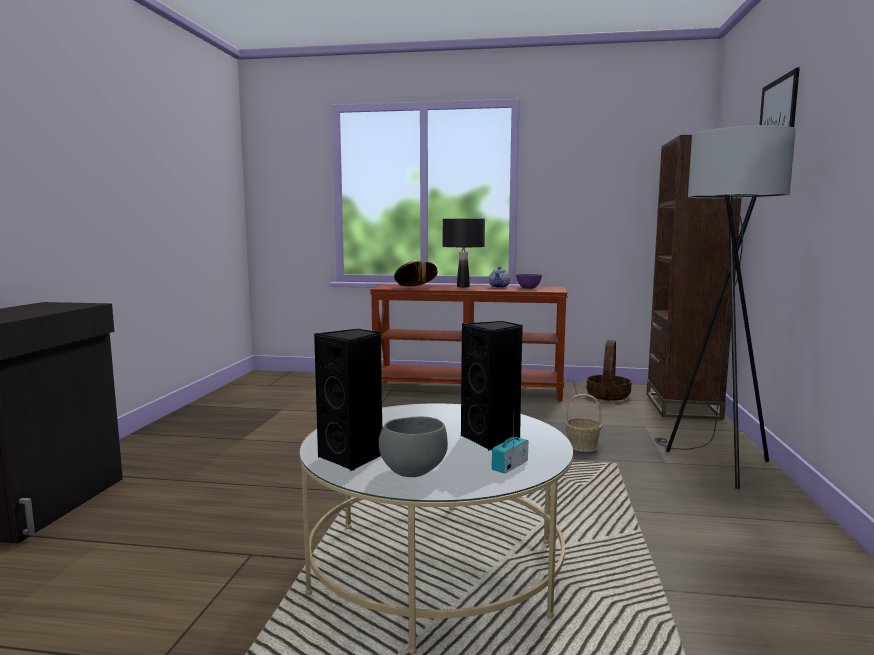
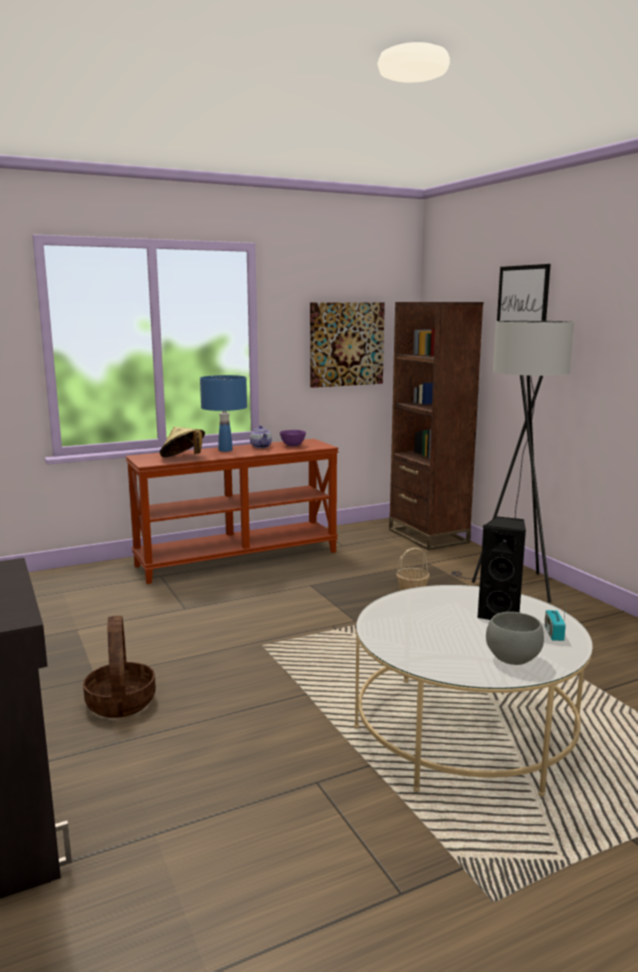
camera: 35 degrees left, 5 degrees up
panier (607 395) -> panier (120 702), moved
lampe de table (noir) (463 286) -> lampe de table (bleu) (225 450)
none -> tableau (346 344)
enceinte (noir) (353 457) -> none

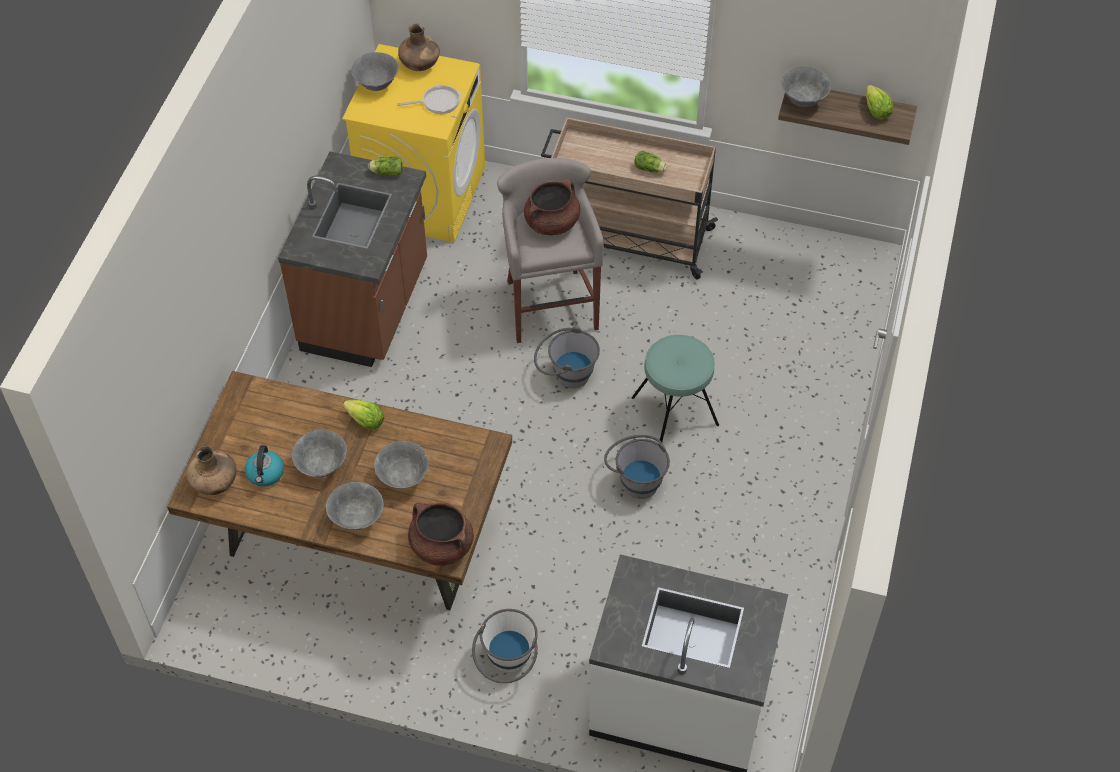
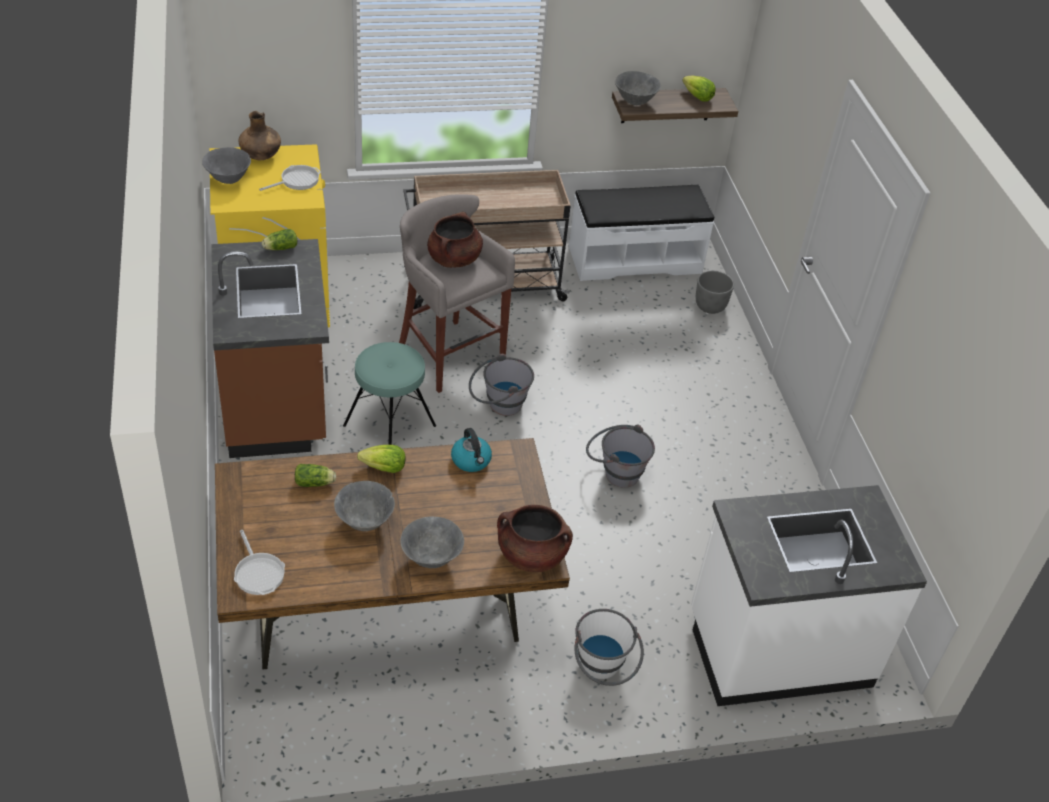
camera: 30 degrees left, 10 degrees down
vase (marron) (215 483) -> poêle (258 573)
laitue (650 169) -> laitue (315 483), moved
tabouret (turquoise) (674 411) -> tabouret (turquoise) (389 426), moved
bouilloire (265 474) -> bouilloire (471 461), moved
none -> banc (blanc) (634 259)
none -> cache-pot (gris) (710 307)
bol (gris) (403 478) -> none

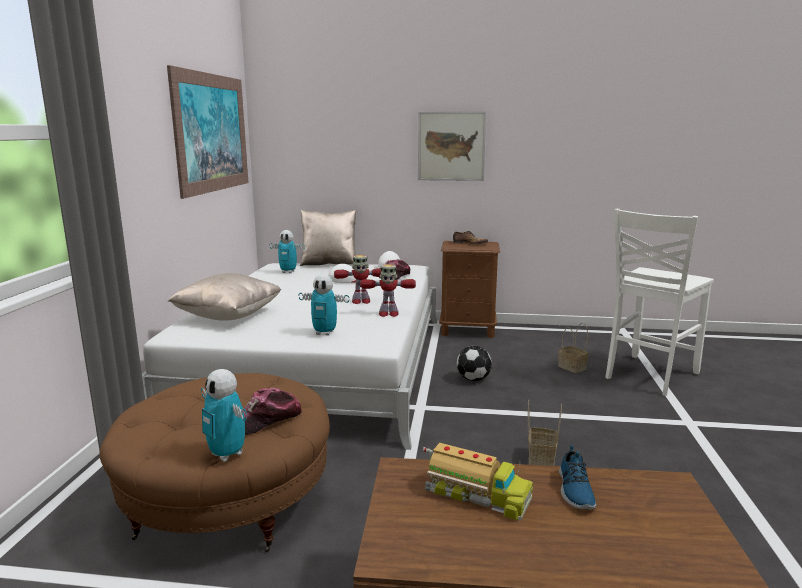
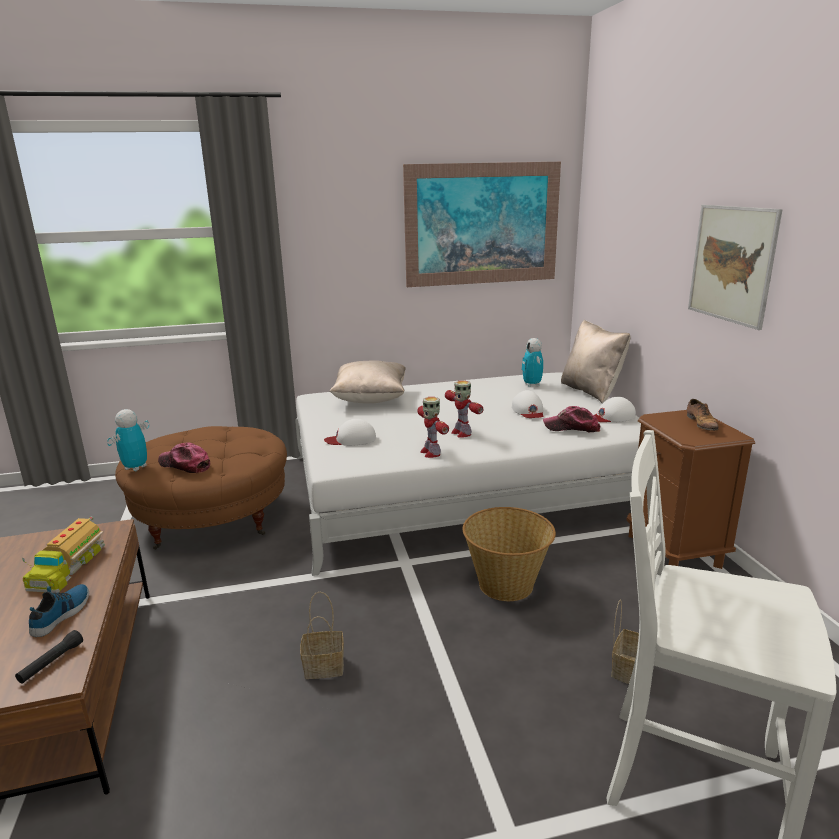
camera: 70 degrees right, 5 degrees up
none -> lampe de poche (noir) (51 662)
chaussure (574 490) -> chaussure (62 614), 120 degrees clockwise
robot jouet (325 333) -> casquette (blanc) (351 439)
ballon de foot (473 379) -> panier (506 584)

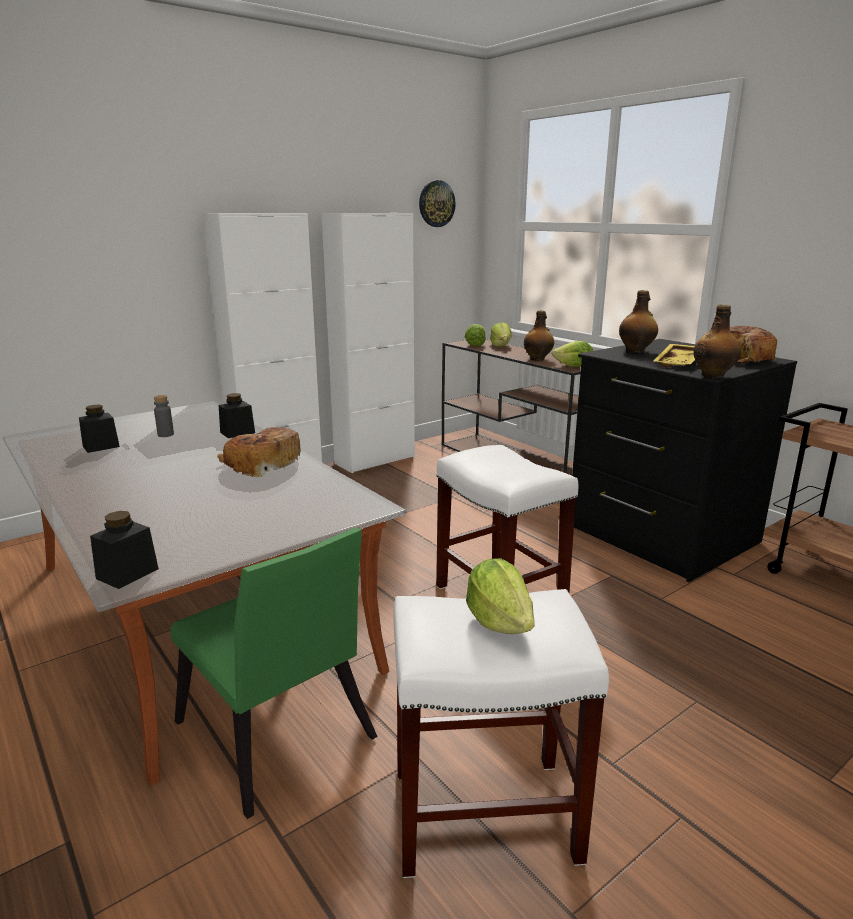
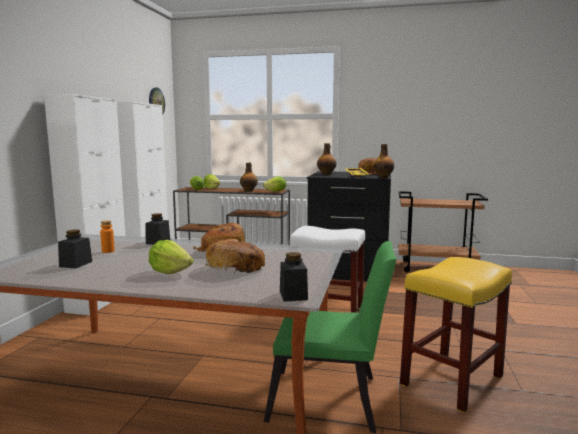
camera: 40 degrees left, 10 degrees down
bouteille (gris) (165 435) -> bouteille (orange) (108 251)
laitue (499 621) -> laitue (170 272), moved
none -> pain (236 267)
tabouret (blanc) (482 815) -> tabouret (jaune) (452 381)

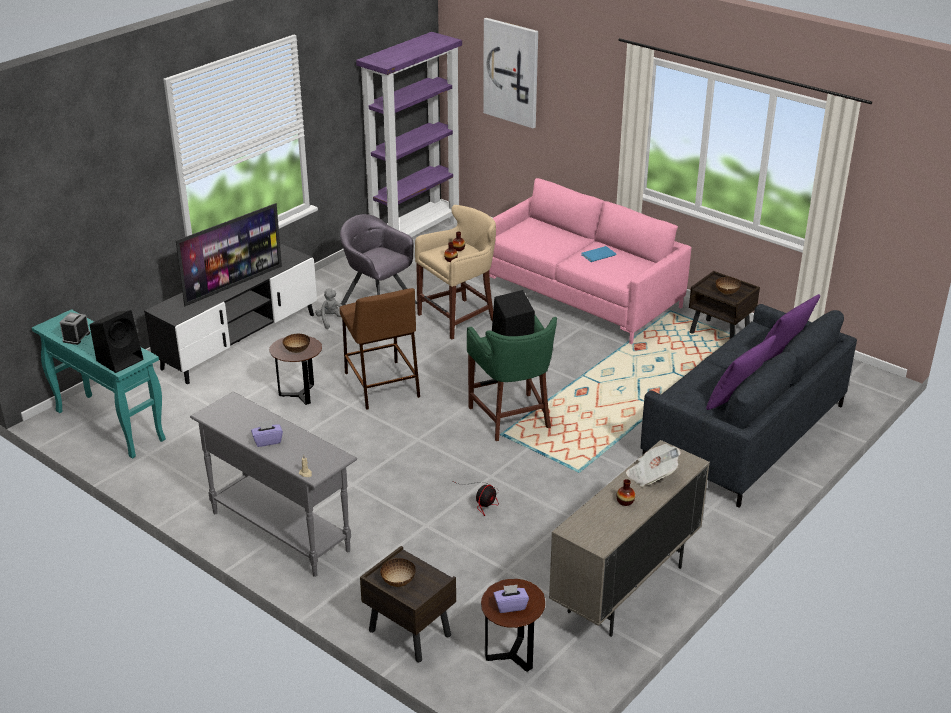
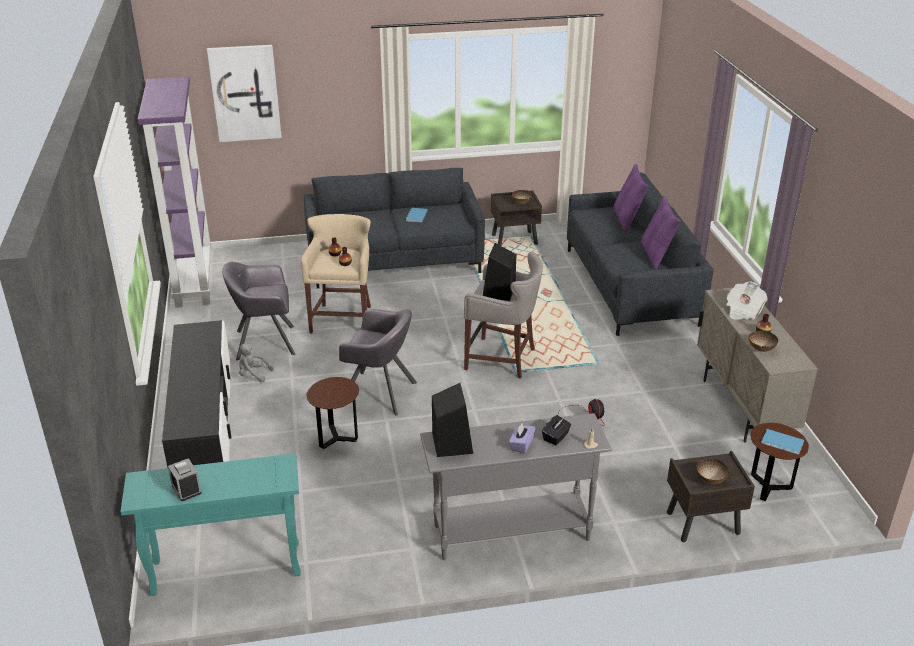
camera: 50 degrees left, 0 degrees up
canapé (rose) (581 296) -> canapé (gris) (394 261)
tabouret (marron) (381 384) -> fauteuil (gris) (378 393)
enceinte (noir) (120 359) -> enceinte (noir) (451 442), moved
tabouret (vert) (512 418) -> tabouret (gris) (502 359)
none -> boîte à mouchoirs (noir) (556 437)
bol (297 350) -> bol (761 349), moved
boîte à mouchoirs (violet) (510 606) -> livre (bleu) (783 443)
téléviseur (233 285) -> none

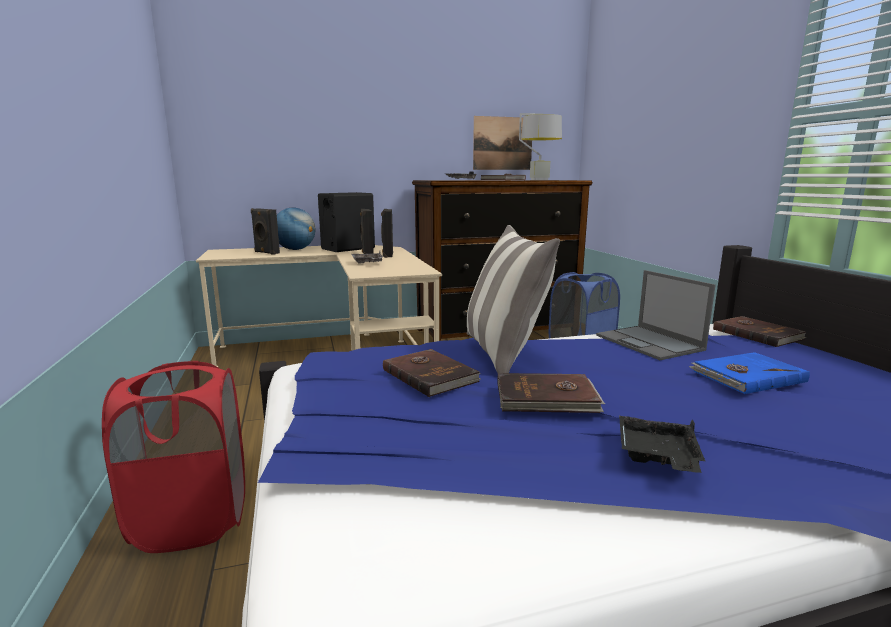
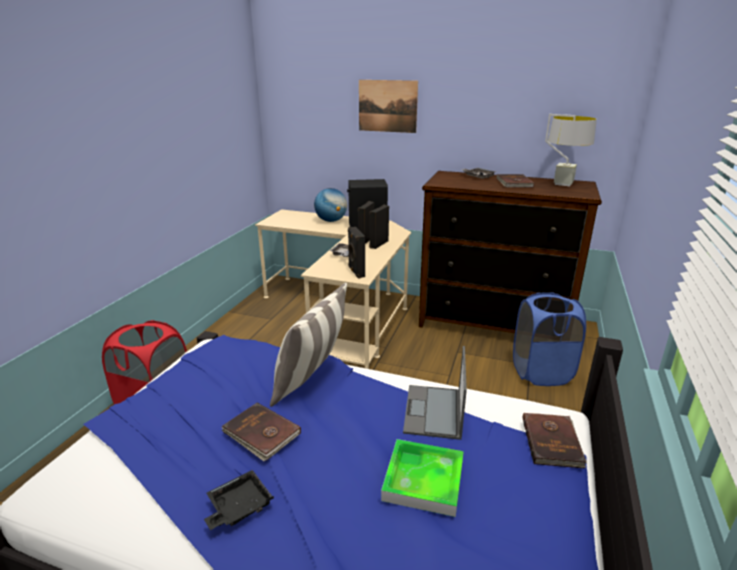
camera: 35 degrees right, 10 degrees up
enceinte (noir) (266 252) -> enceinte (noir) (356 272), moved
tableau (502 143) -> tableau (387 106), moved
livre (bleu) (746 376) -> plateau (423 480)
livre (marron) (430 375) -> none

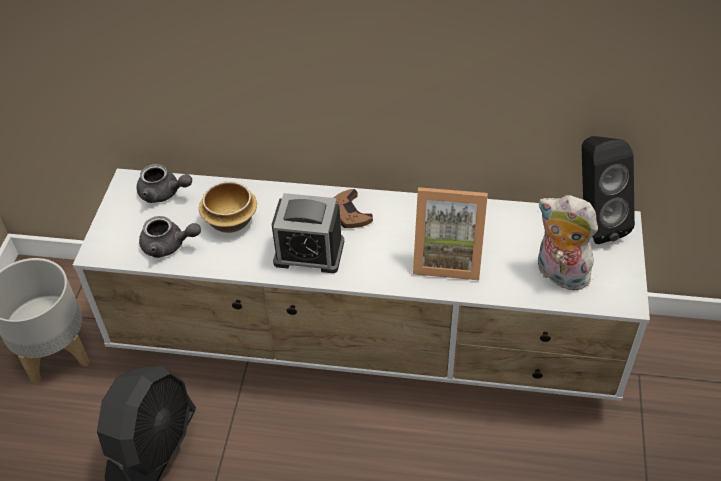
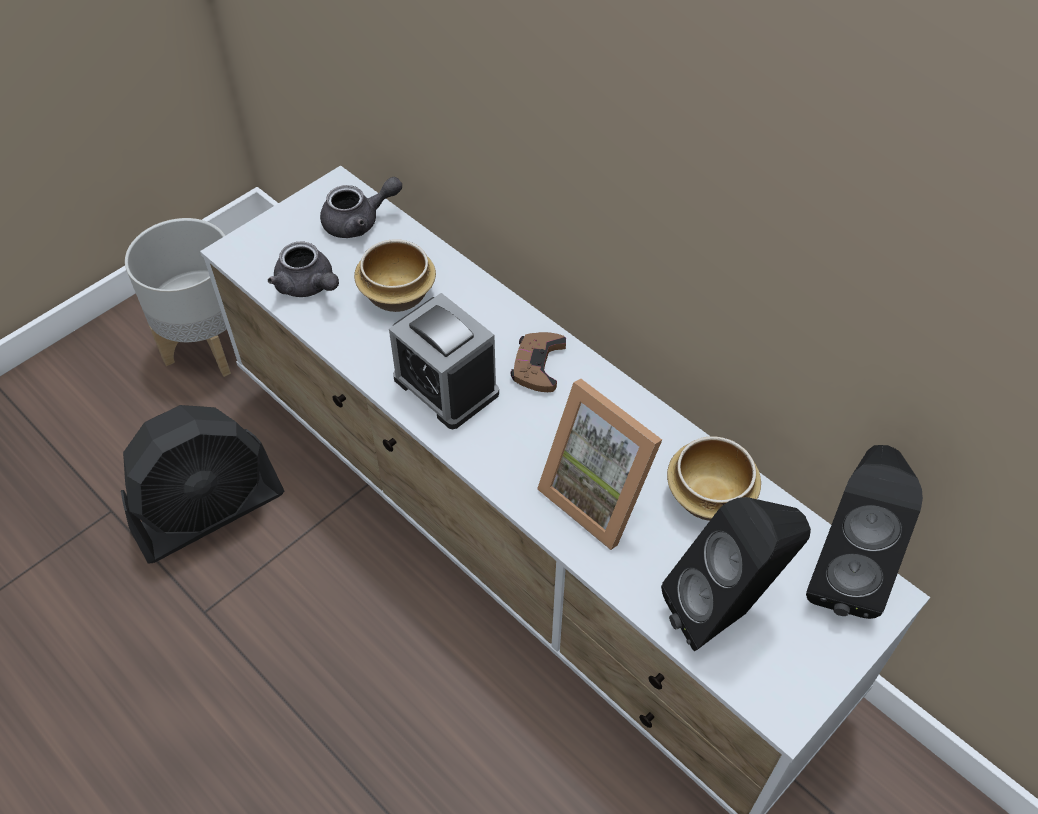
camera: 35 degrees right, 5 degrees up
théière (gris) (164 193) -> théière (gris) (359 222), 75 degrees counterclockwise
peluche (558 275) -> enceinte (noir) (724 611)
none -> bol (710 496)

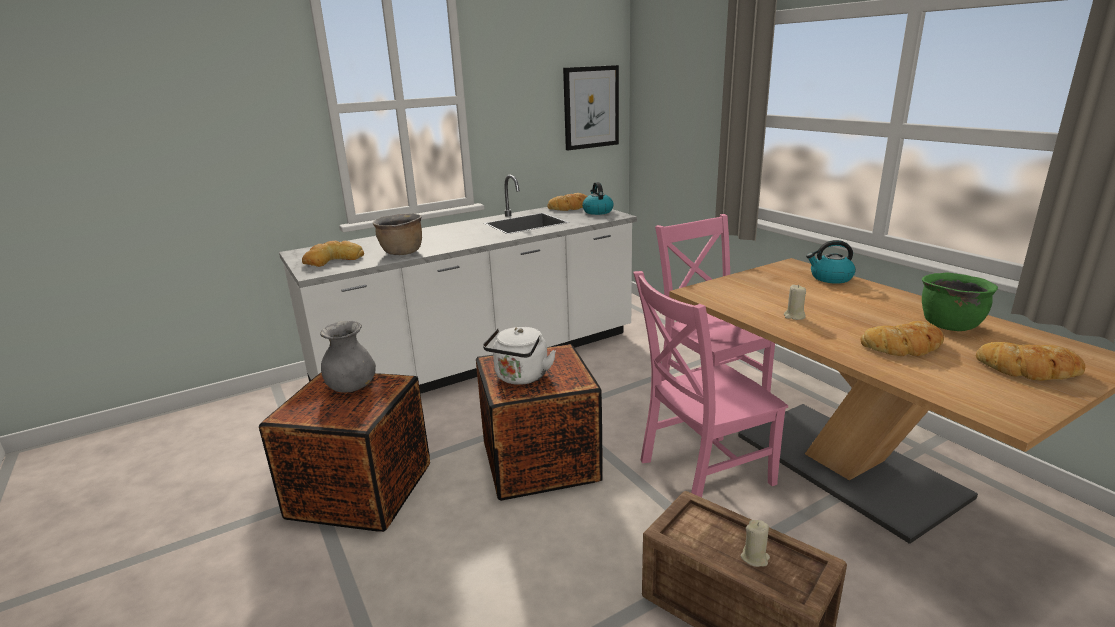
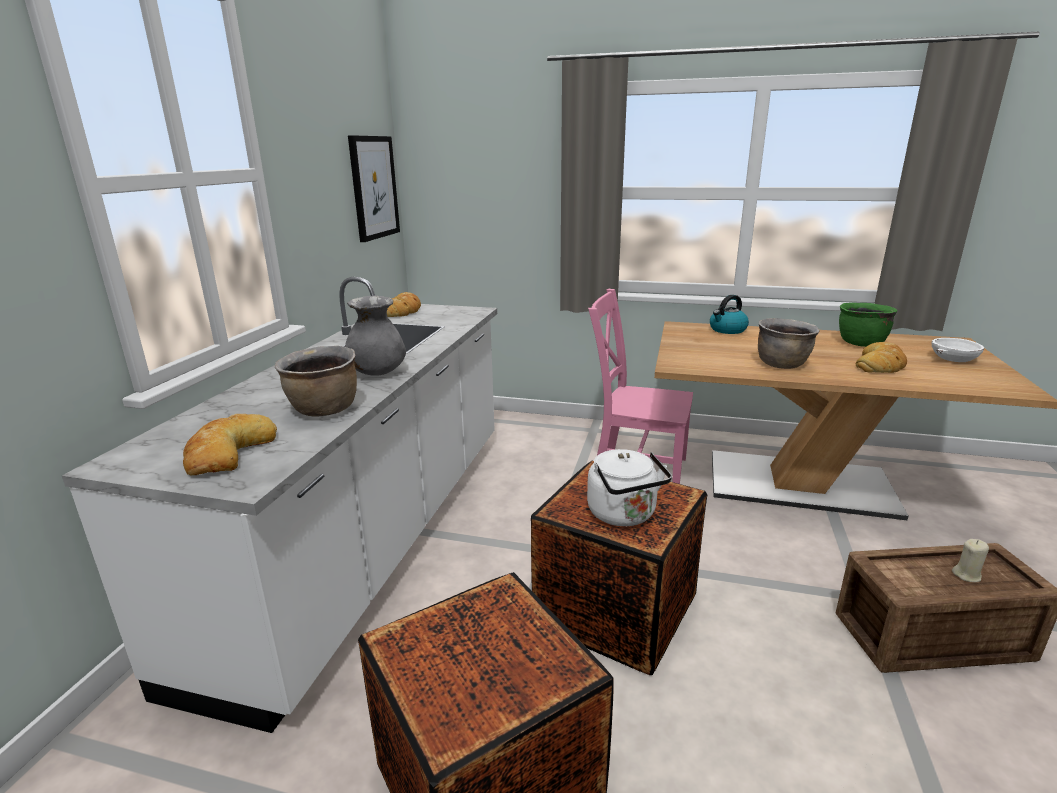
camera: 45 degrees left, 0 degrees up
vase (gris) (352 387) -> vase (gris) (377 373), moved
bougie (beige) (794 316) -> marmite (marron) (782 364)
pain (1029 369) -> bol (blanc) (953 358)
bouilloire (597 211) -> none
chaise (rose) (701 473) -> none

